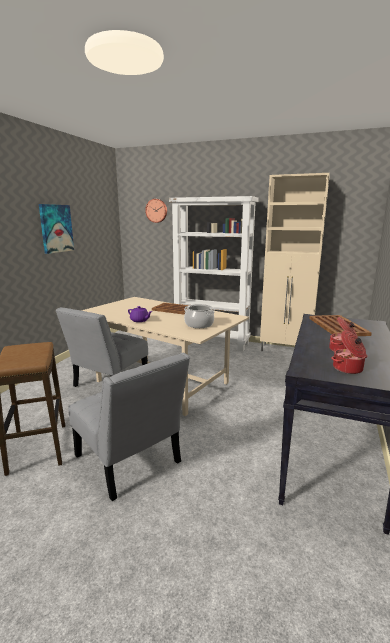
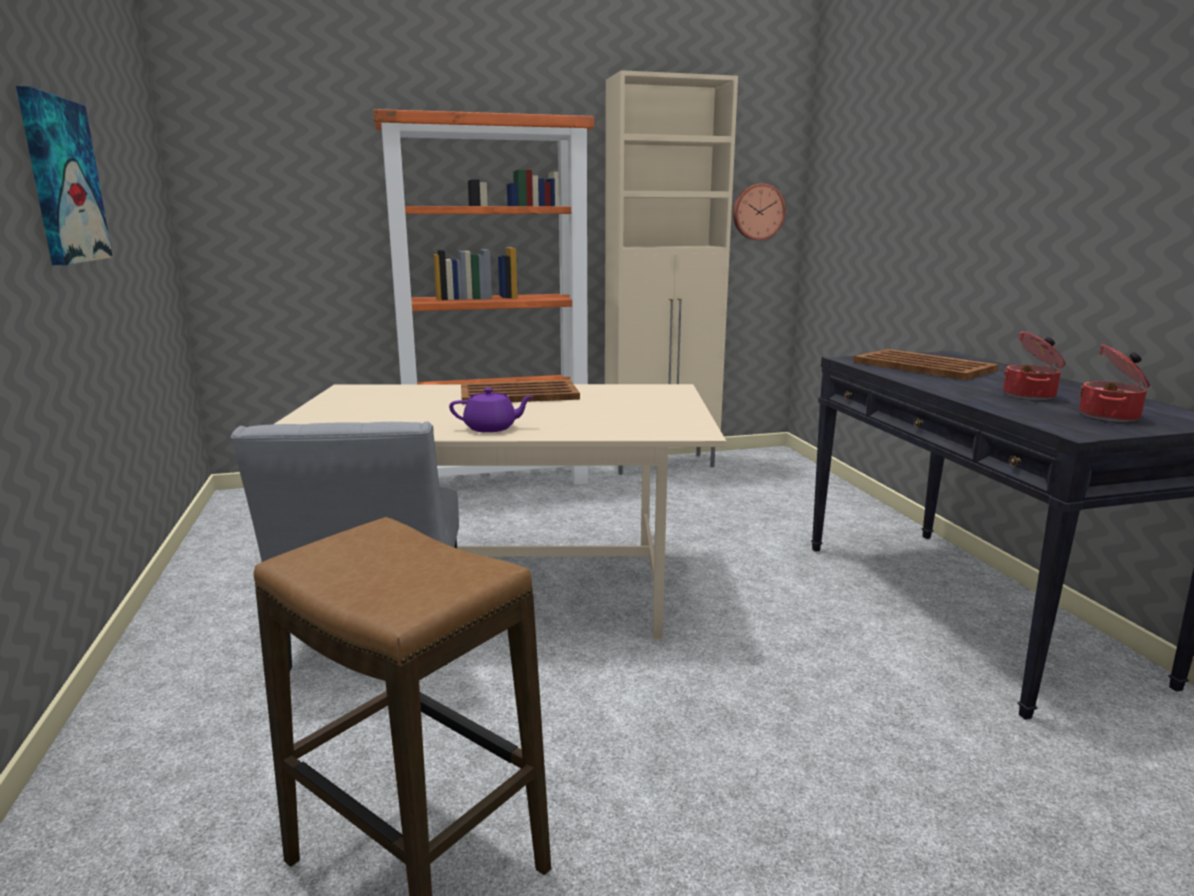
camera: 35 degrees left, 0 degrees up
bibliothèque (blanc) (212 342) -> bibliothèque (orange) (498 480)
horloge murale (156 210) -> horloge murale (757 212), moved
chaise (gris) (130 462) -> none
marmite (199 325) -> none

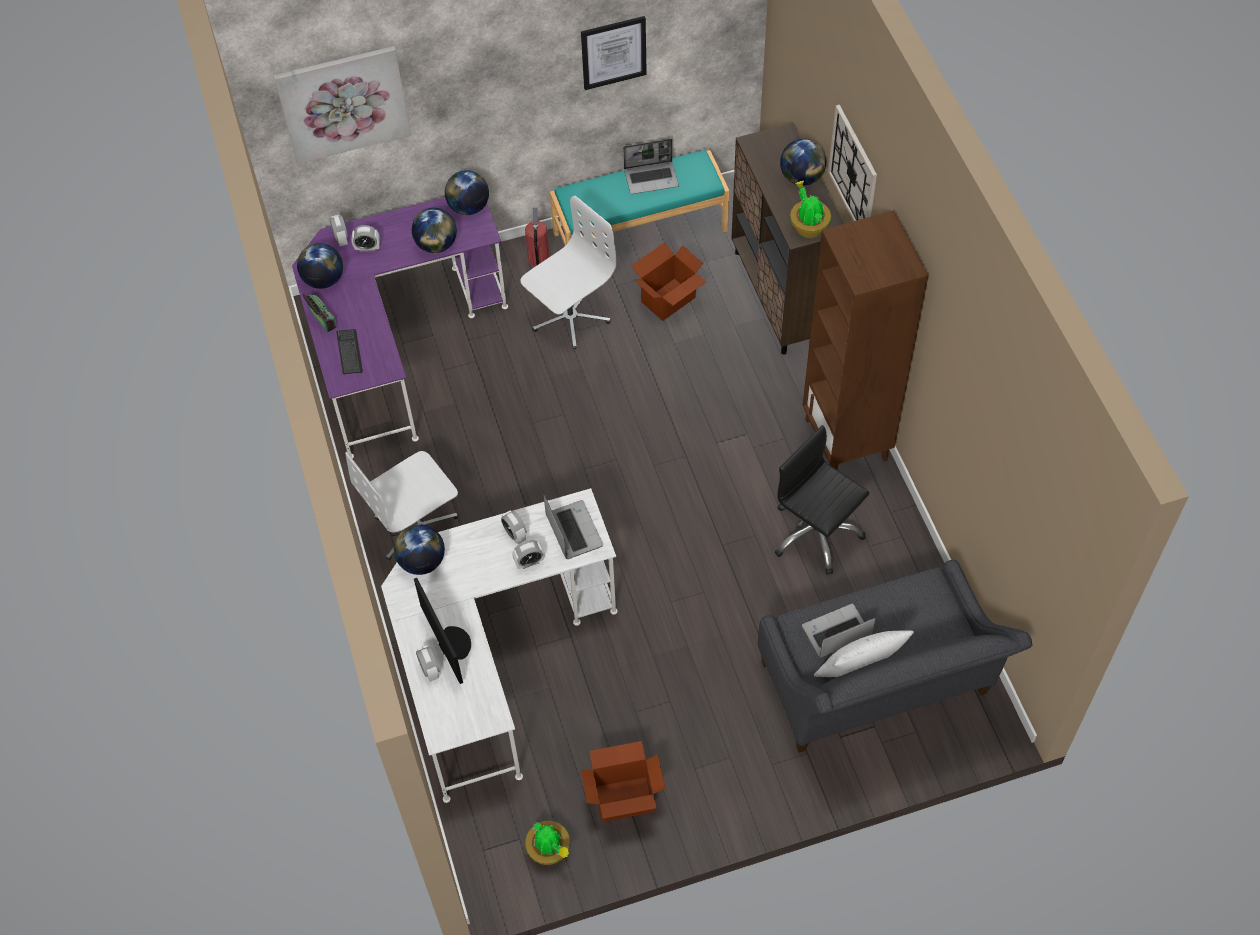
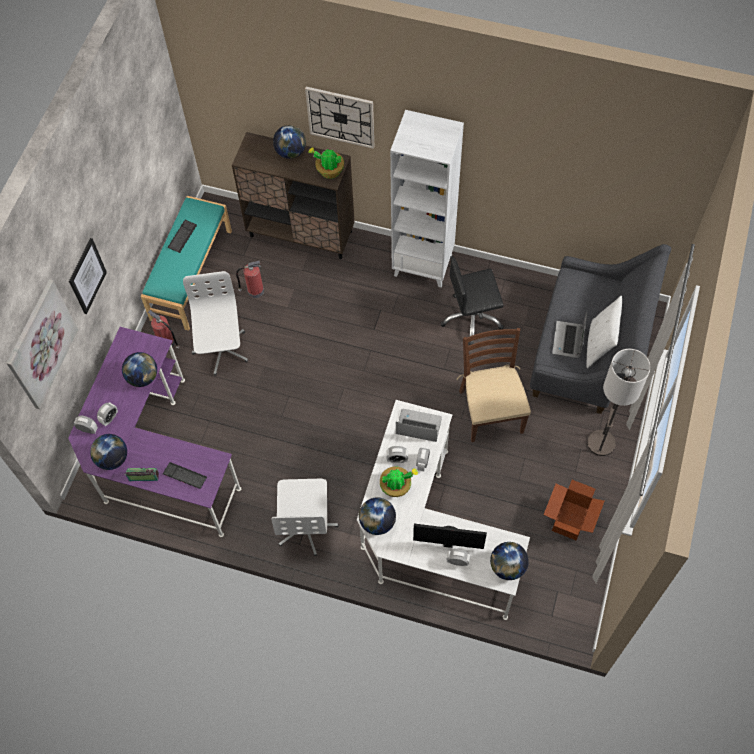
camera: 55 degrees left, 5 degrees up
tableau (613 52) -> tableau (87 276), moved
ordinateur portable (651 178) -> clavier (182 236)
carton (669 300) -> extincteur (254 291)
plante en pot (550 850) -> plante en pot (396 486), moved
bibliothèque (marron) (847 440) -> bibliothèque (blanc) (423 265)
none -> chaise (marron) (490 411)
globe (468 207) -> globe (507 567), moved
none -> lampadaire (601 443)

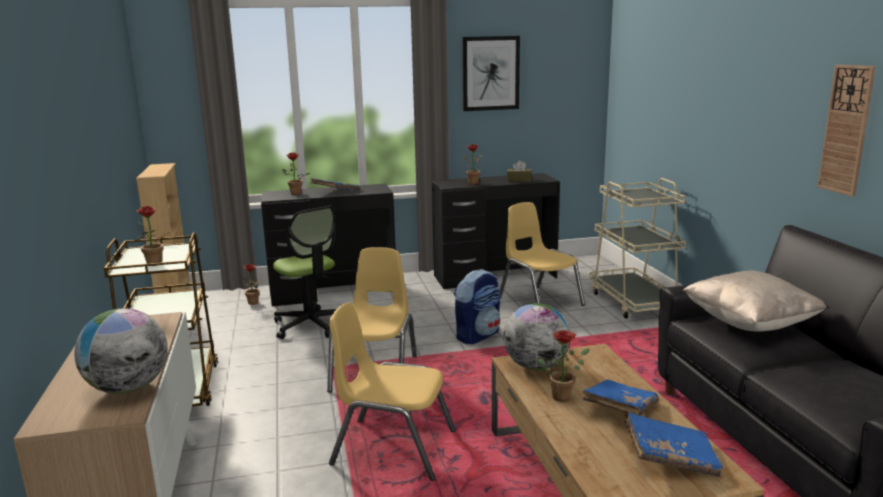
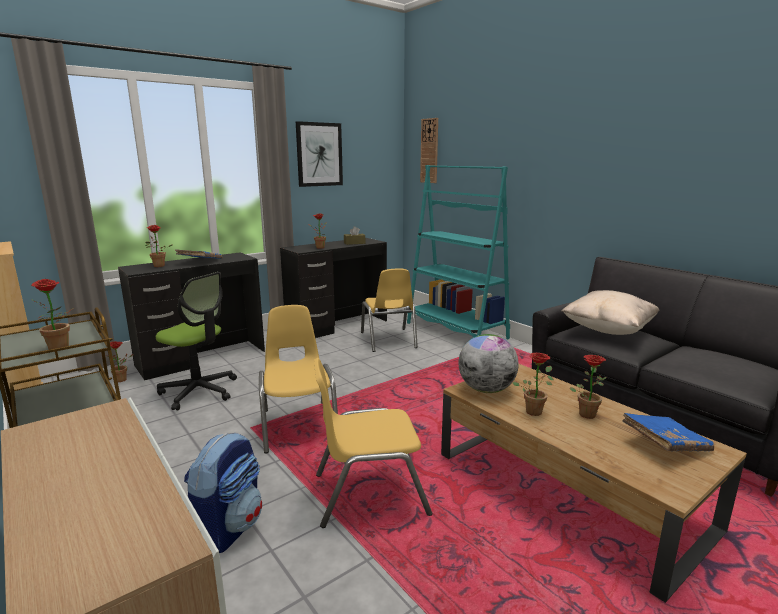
camera: 25 degrees left, 0 degrees up
sac à dos (477 335) -> sac à dos (229 527), moved
chaise (jaune) (539 301) -> chaise (jaune) (388 340), 135 degrees counterclockwise
chariot (beige) (634 302) -> bibliothèque (turquoise) (456 331)
horloge murale (846 130) -> horloge murale (429 151), moved
livre (bleu) (620 410) -> plante en pot (586 413)
globe (128 388) -> none

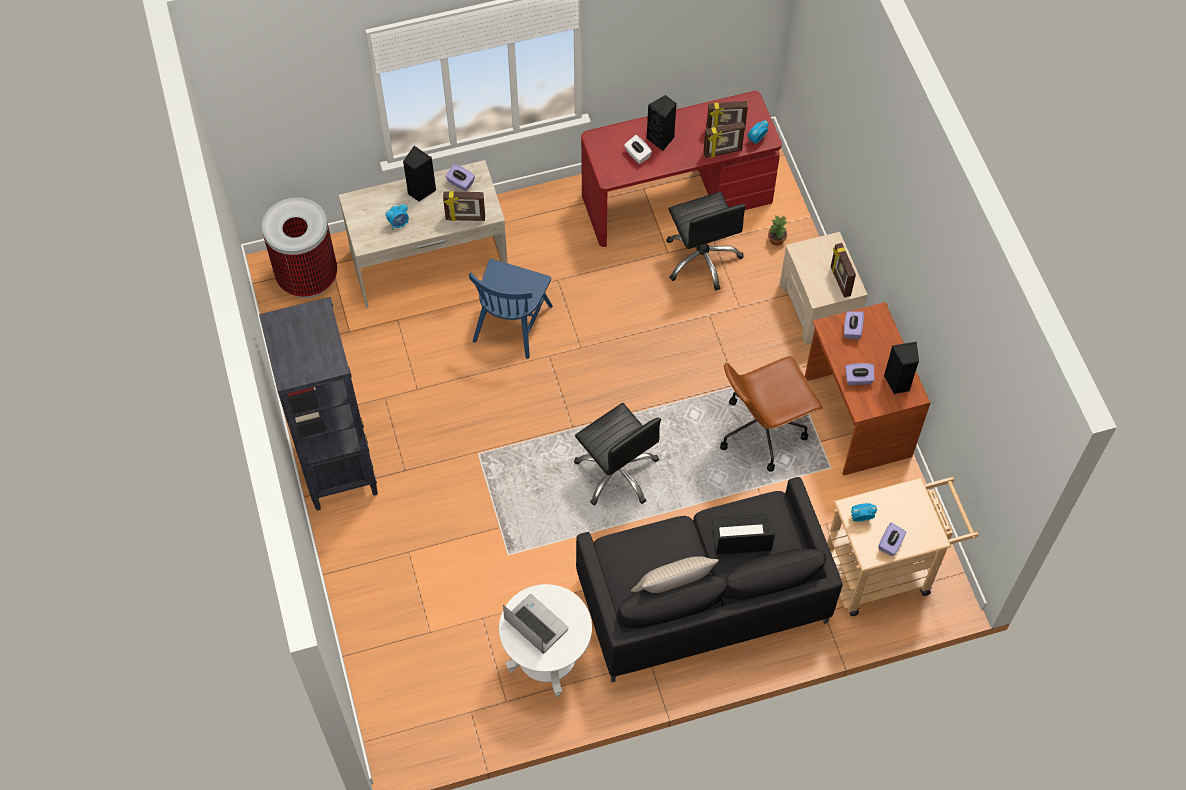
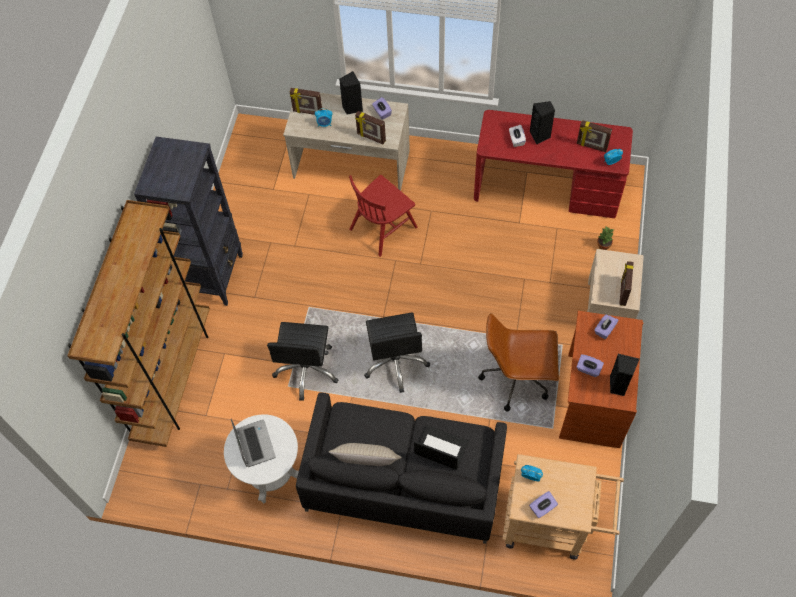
camera: 30 degrees right, 0 degrees up
none -> bibliothèque (marron) (174 378)
chaise de bureau (noir) (702 258) -> chaise de bureau (noir) (307 369), moved
cadre photo (722 152) -> cadre photo (307 112), moved
chaise (bleu) (512 323) -> chaise (rouge) (383 227)
poubelle (307 276) -> none

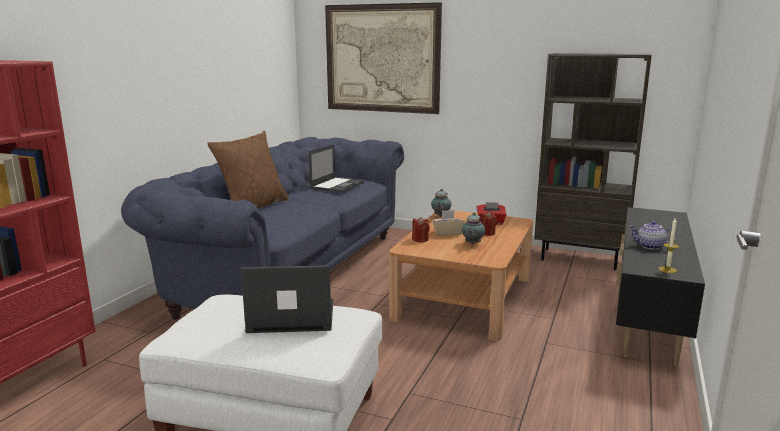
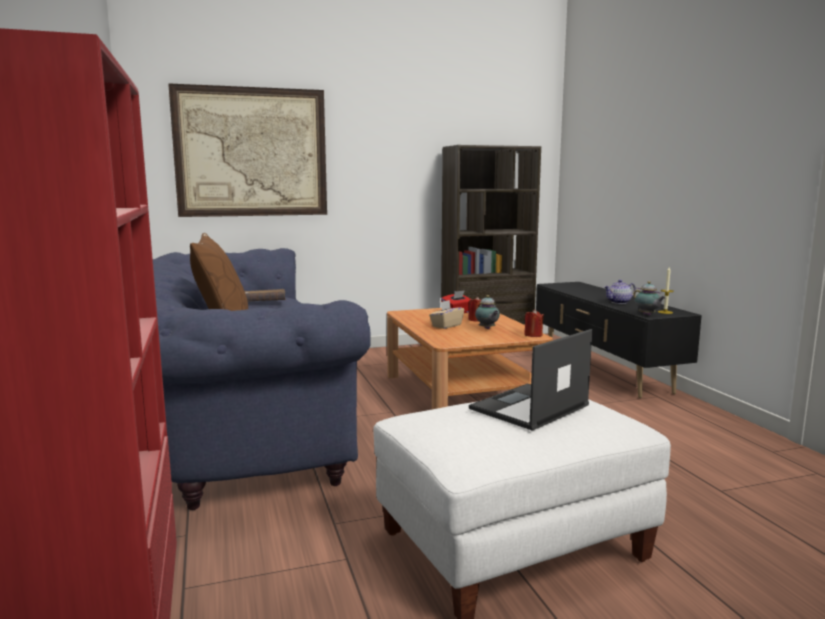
camera: 40 degrees left, 5 degrees down
ordinateur portable (337 185) -> livre (marron) (264 302)
bougie (rouge) (420 239) -> bougie (rouge) (533 335), moved
théière (440 216) -> théière (647 315), moved

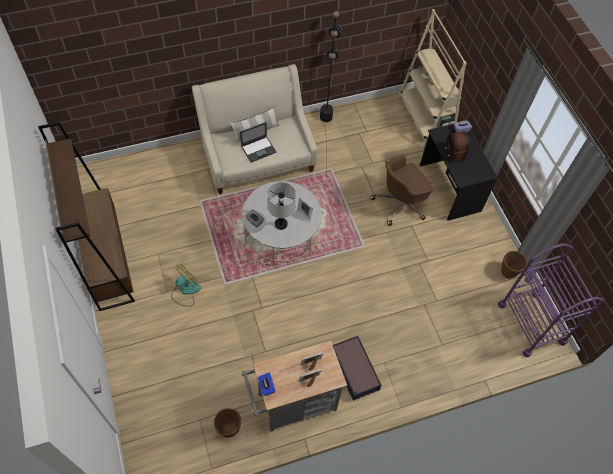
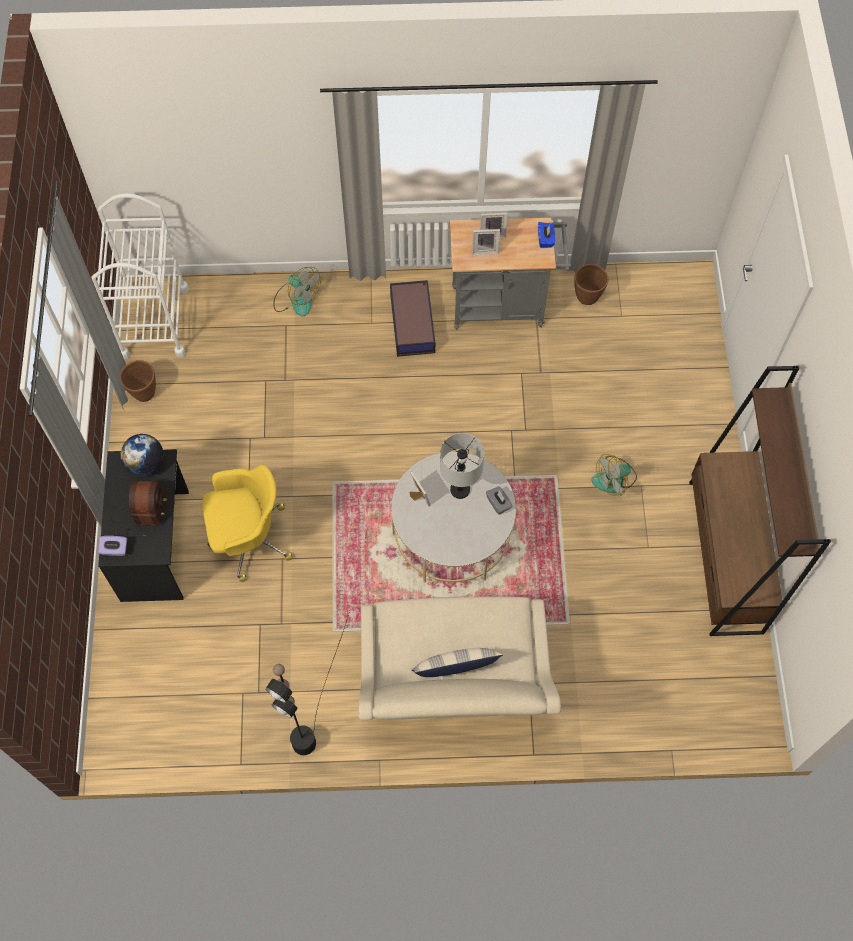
camera: 160 degrees left, 5 degrees up
chariot (violet) (531 323) -> chariot (blanc) (154 321)
none -> globe (145 463)
chaise de bureau (marron) (400 203) -> chaise de bureau (jaune) (248 538)
none -> ventilateur (296 299)
ordinateur portable (258 149) -> none
bibliothèque (beige) (425 118) -> none

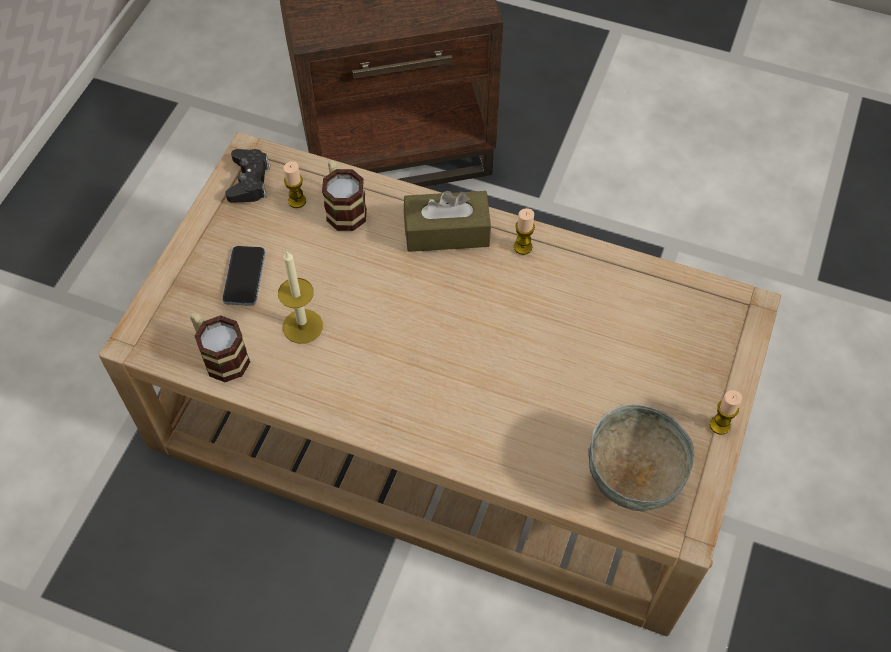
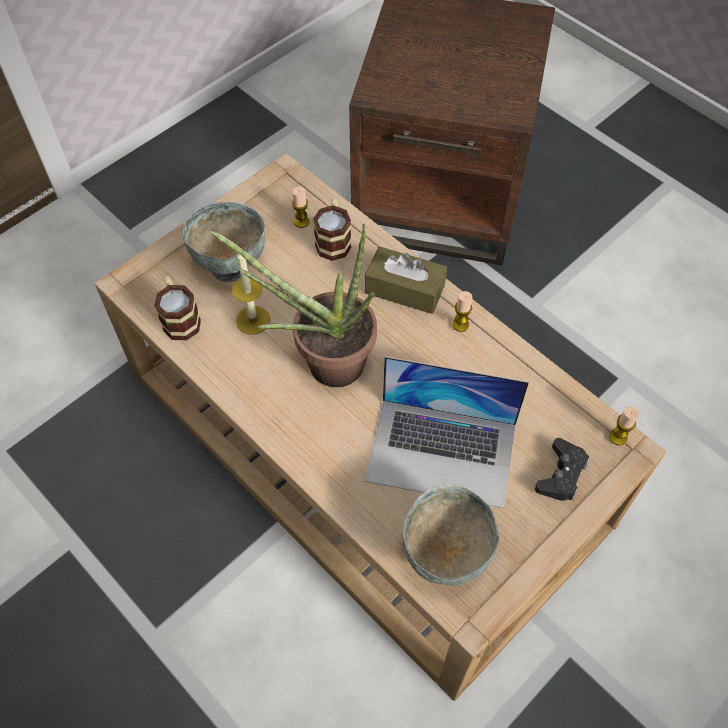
camera: 25 degrees right, 0 degrees up
téléphone (244 277) -> bol (gris) (230 265)
none -> plante en pot (323 363)
none -> ordinateur portable (442 452)
manette (noir) (249 181) -> manette (noir) (561 474), moved
bougie (719 425) -> bougie (618 437), moved

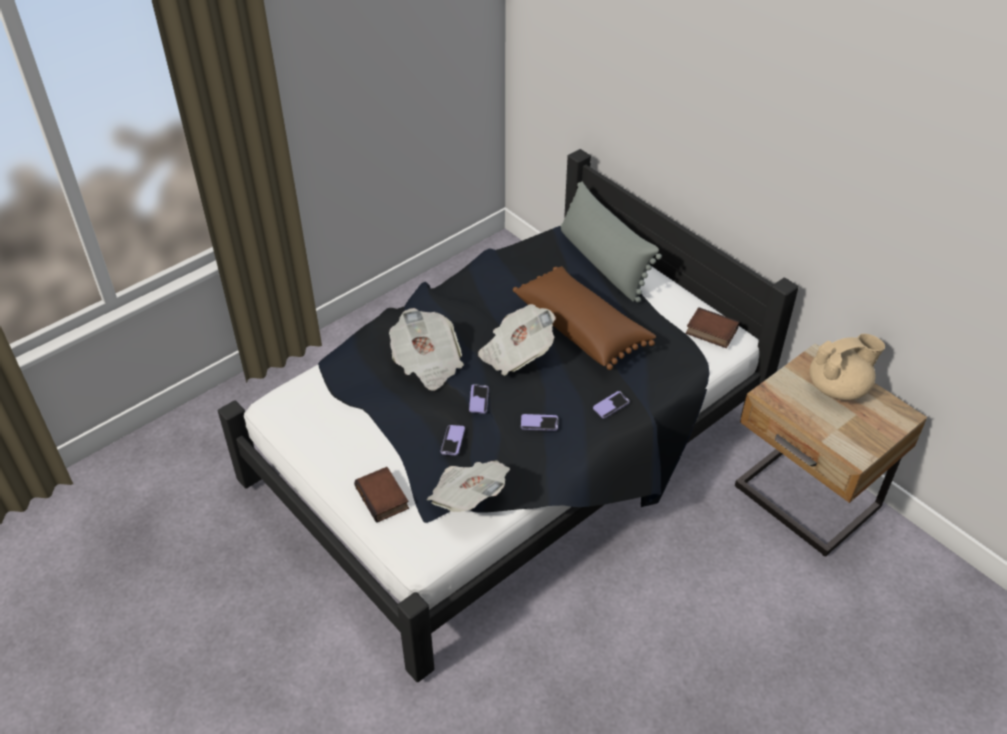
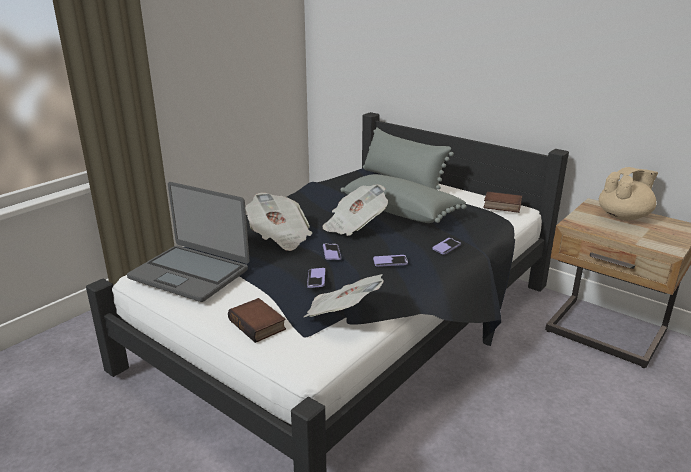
camera: 10 degrees left, 20 degrees down
none -> ordinateur portable (190 273)
coussin (marron) (582 328) -> coussin (gris) (401 211)

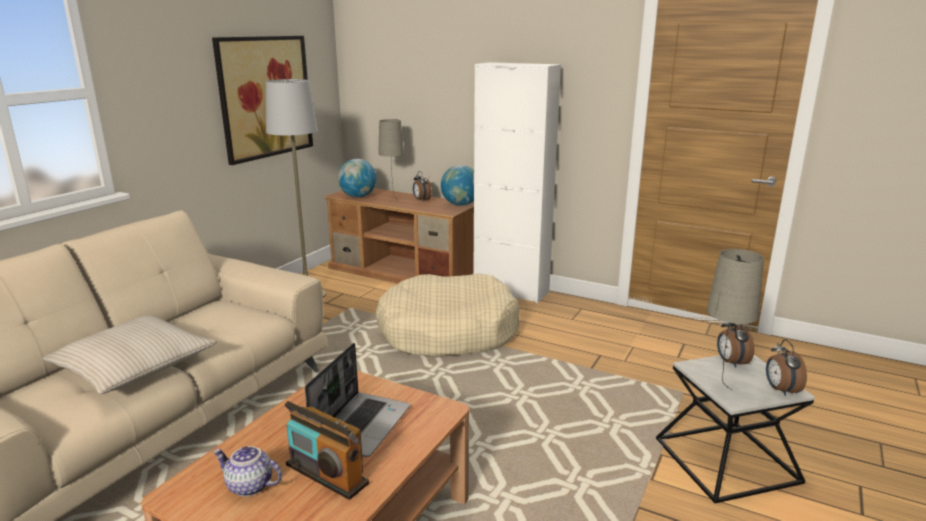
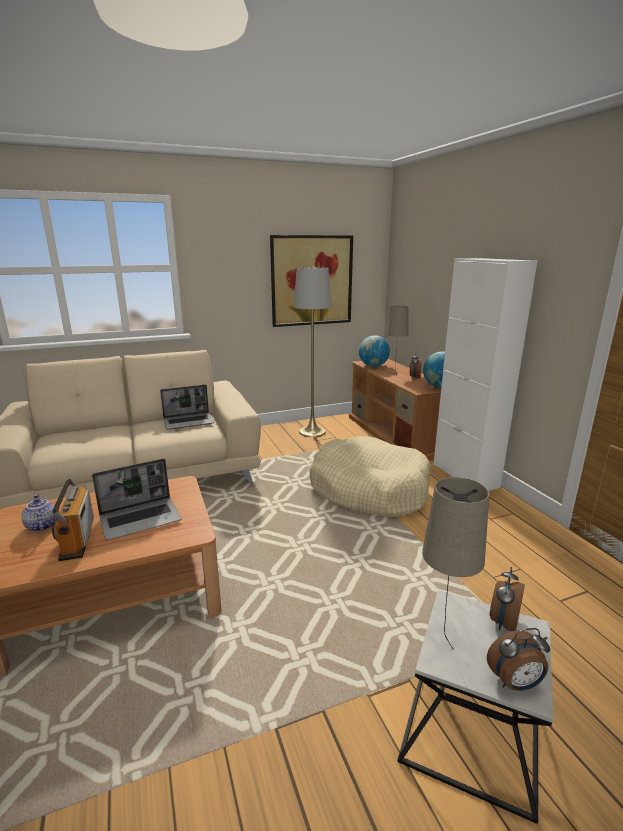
camera: 40 degrees right, 0 degrees up
none -> ordinateur portable (189 422)
réveil (780 390) -> réveil (515 683), 135 degrees counterclockwise
coussin (beige) (134 366) -> none

